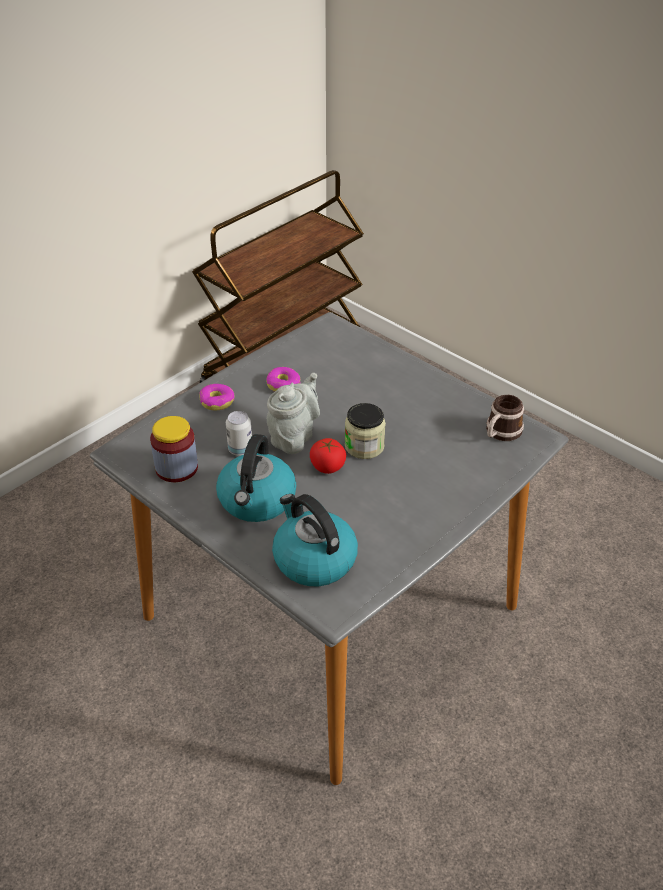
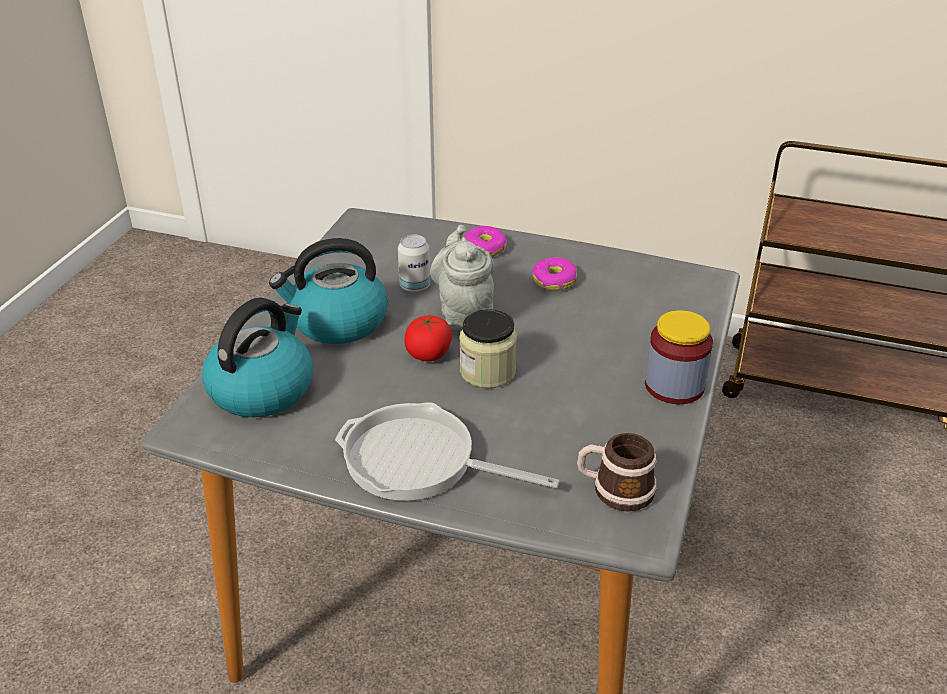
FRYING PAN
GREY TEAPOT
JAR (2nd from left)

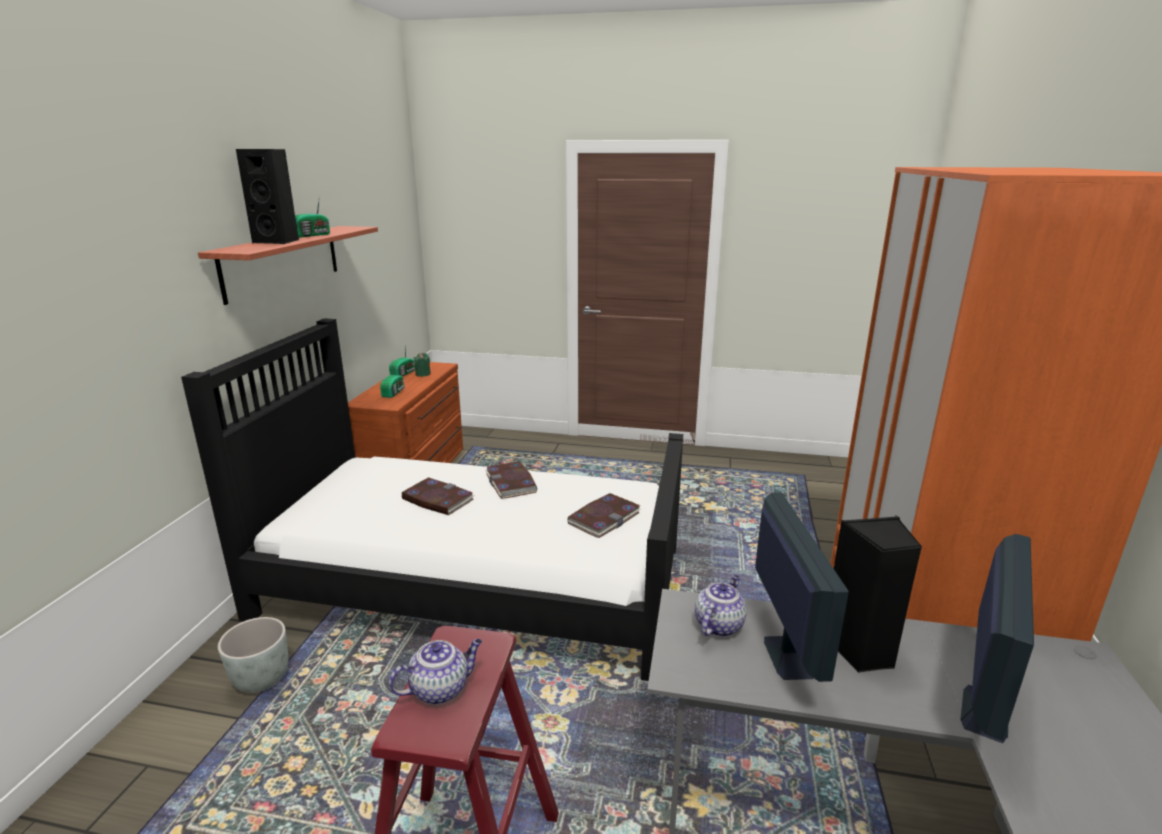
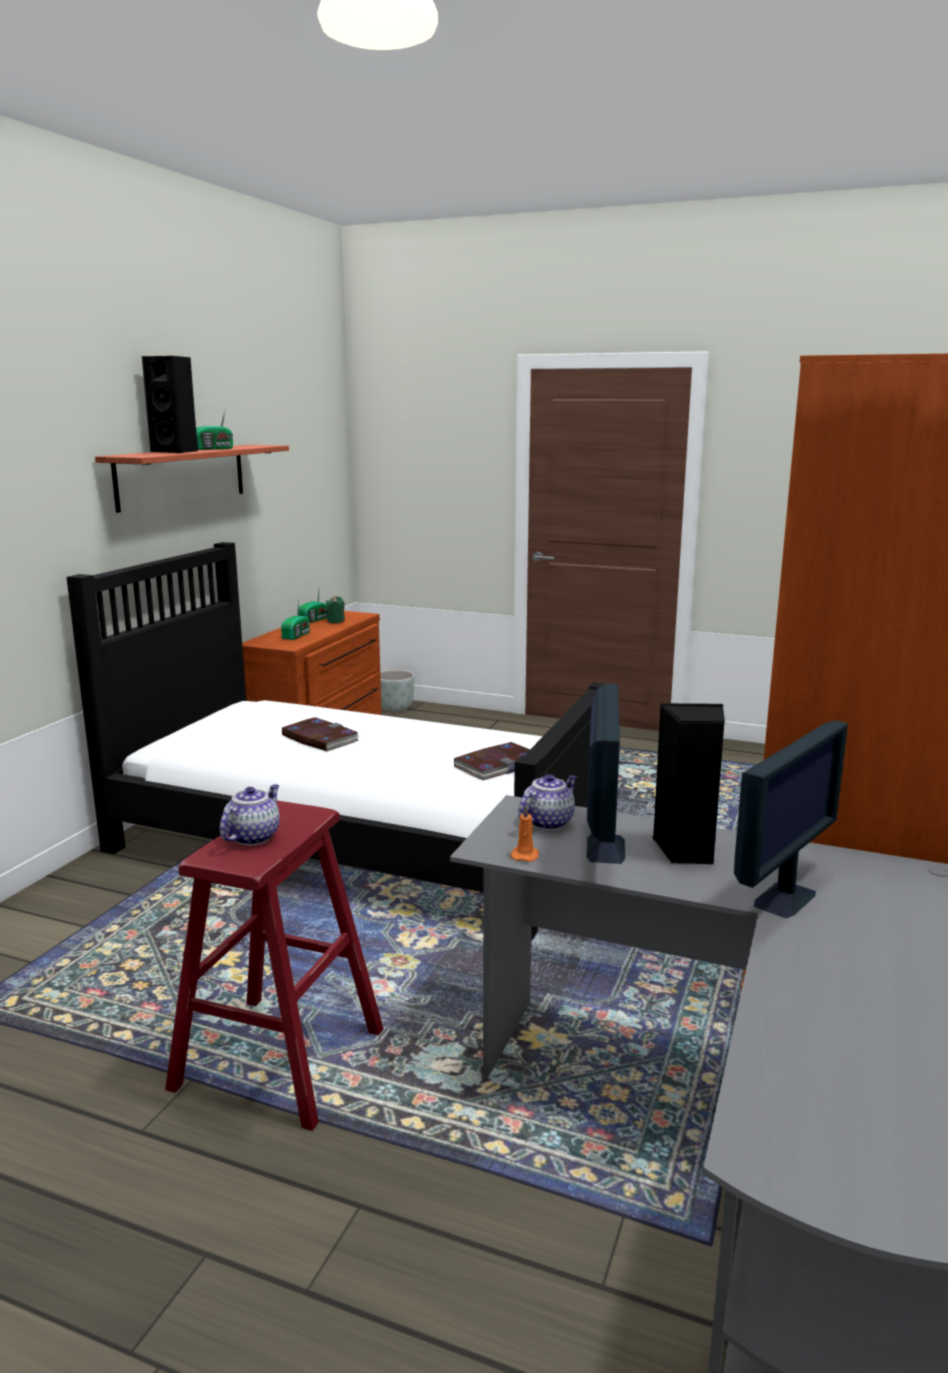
TEAPOT (1st from left)
GREY PLANTER
ORANGE CANDLE
BOOK (2nd from left in the first image)

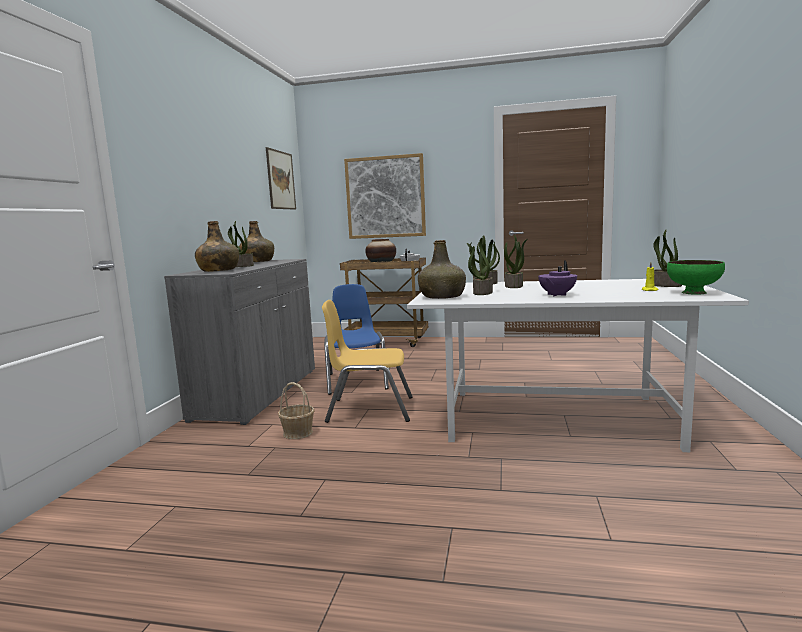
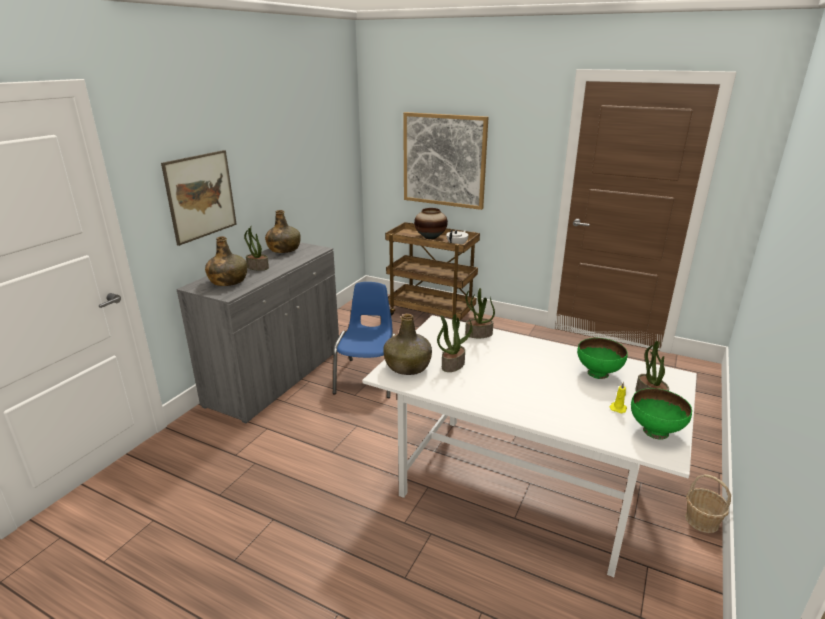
PICTURE (1st from left)
GREEN BOWL (1st from left)
BASKET
YELLOW CHAIR
POTTED PLANT (4th from left in the first image)
PURPLE TEAPOT

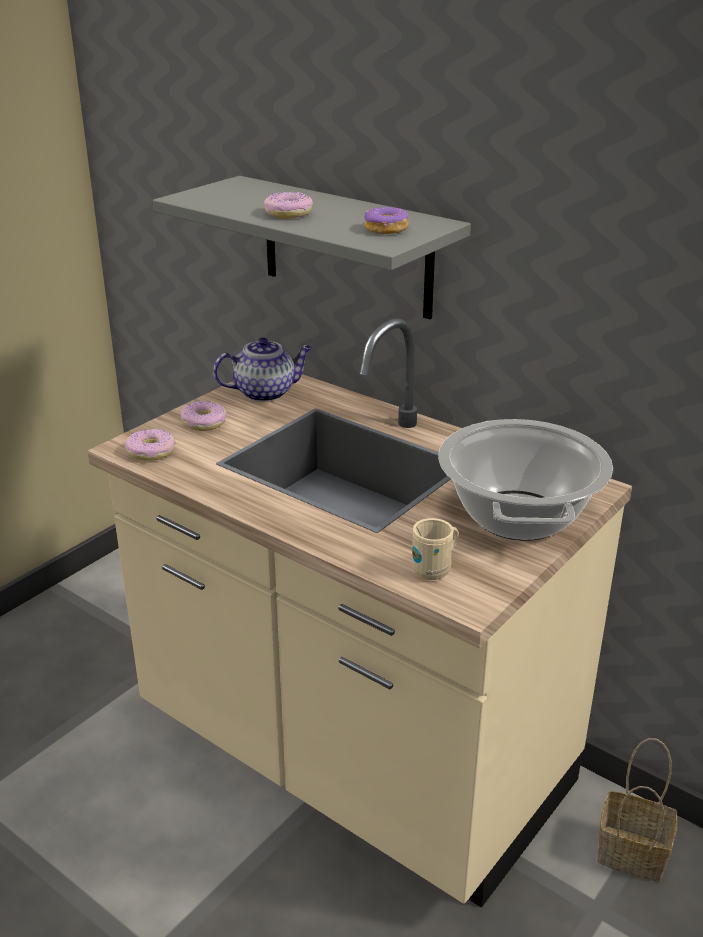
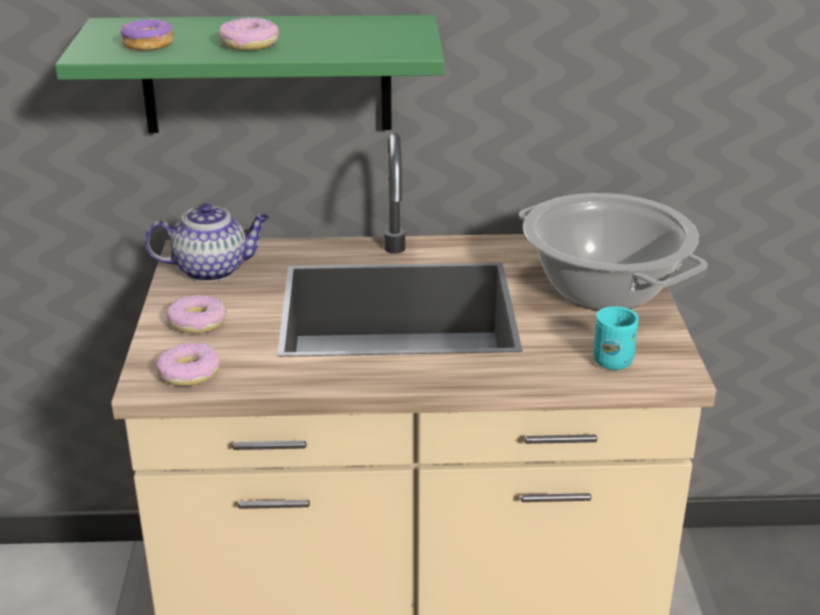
GREEN SHELF
DONUT (1st from left)
TEAPOT
TURQUOISE MUG
BASKET

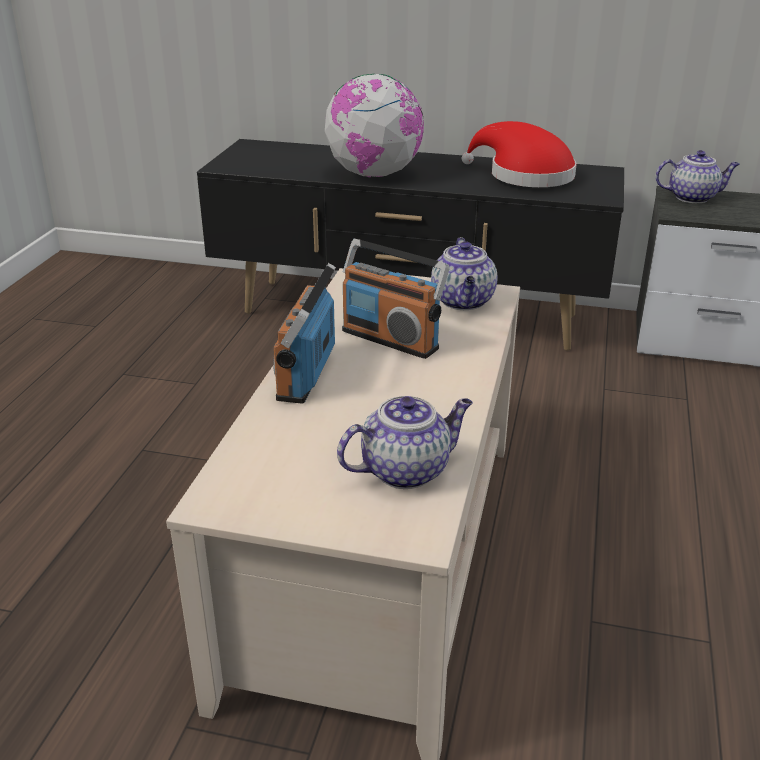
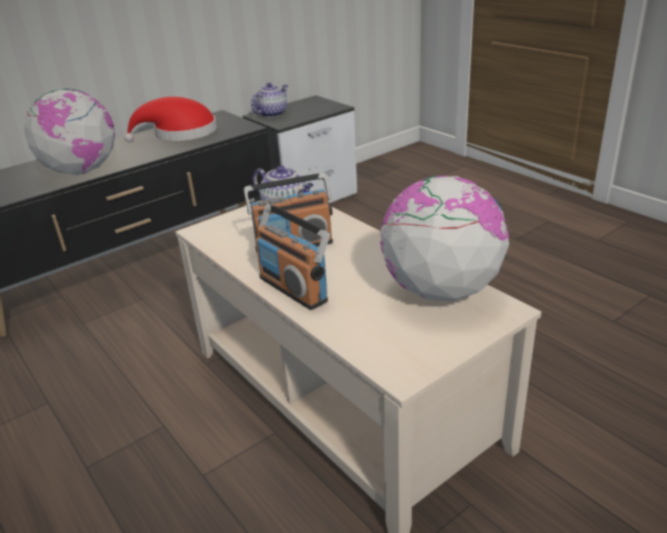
GLOBE (2nd from left)

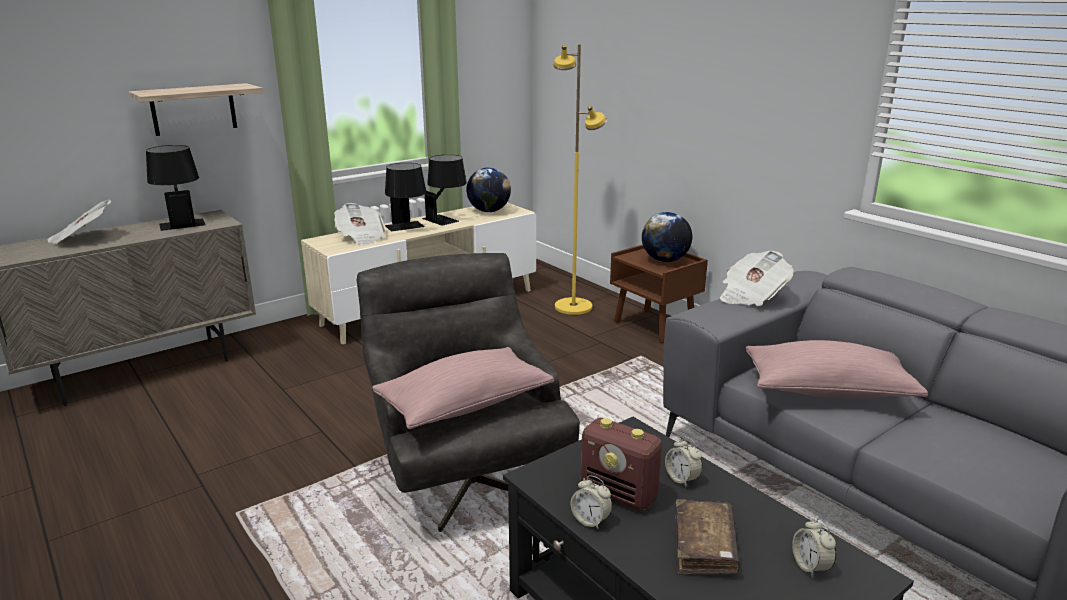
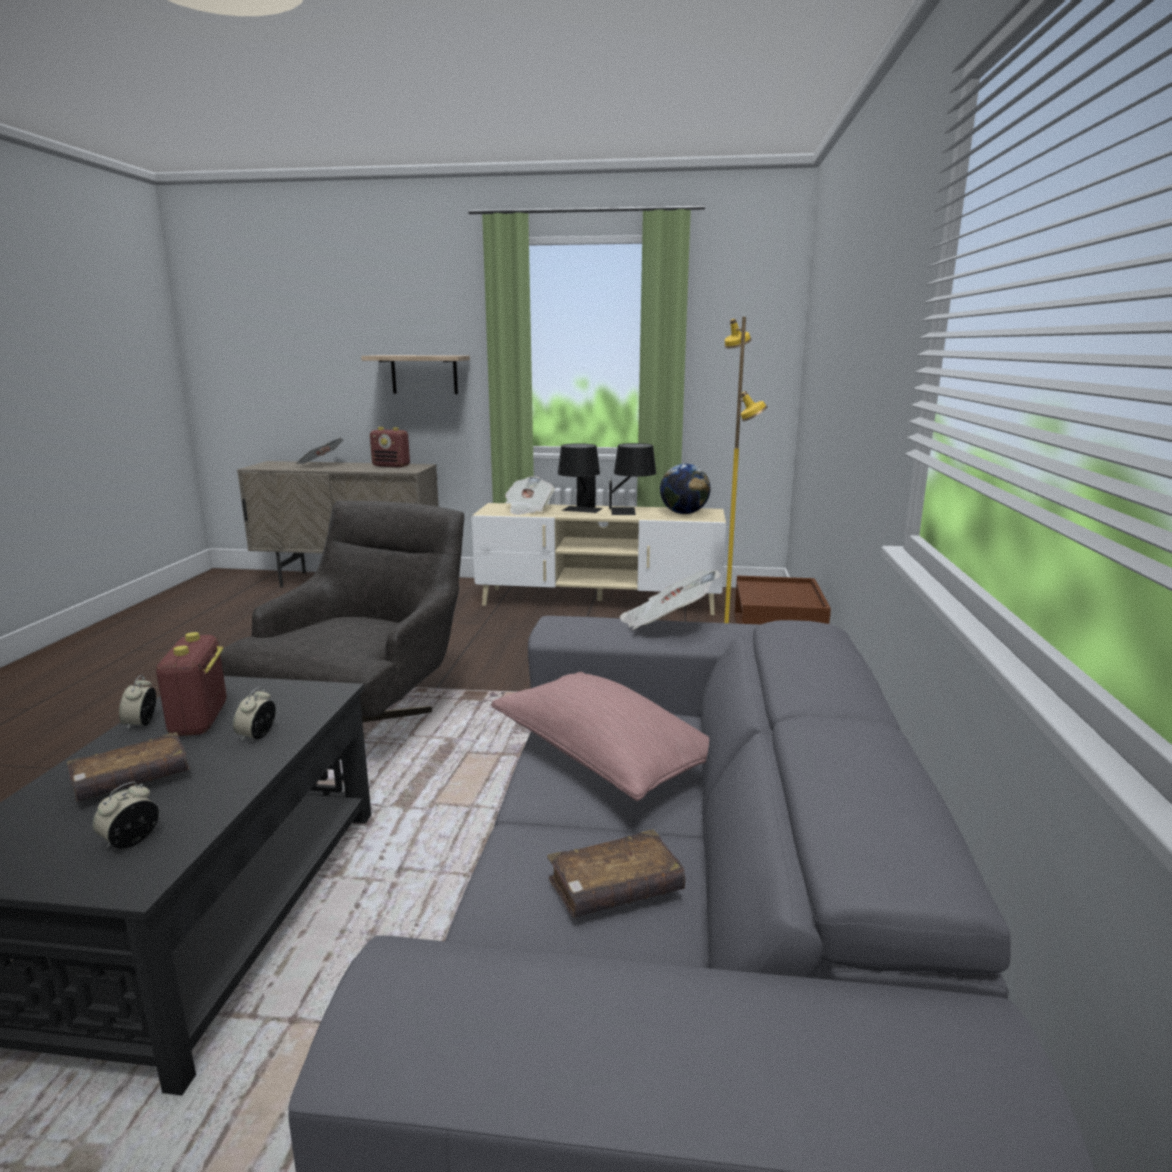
RADIO (2nd from left)
BROWN BOOK (2nd from left)
PINK PILLOW (1st from left in the first image)
GLOBE (2nd from left in the first image)

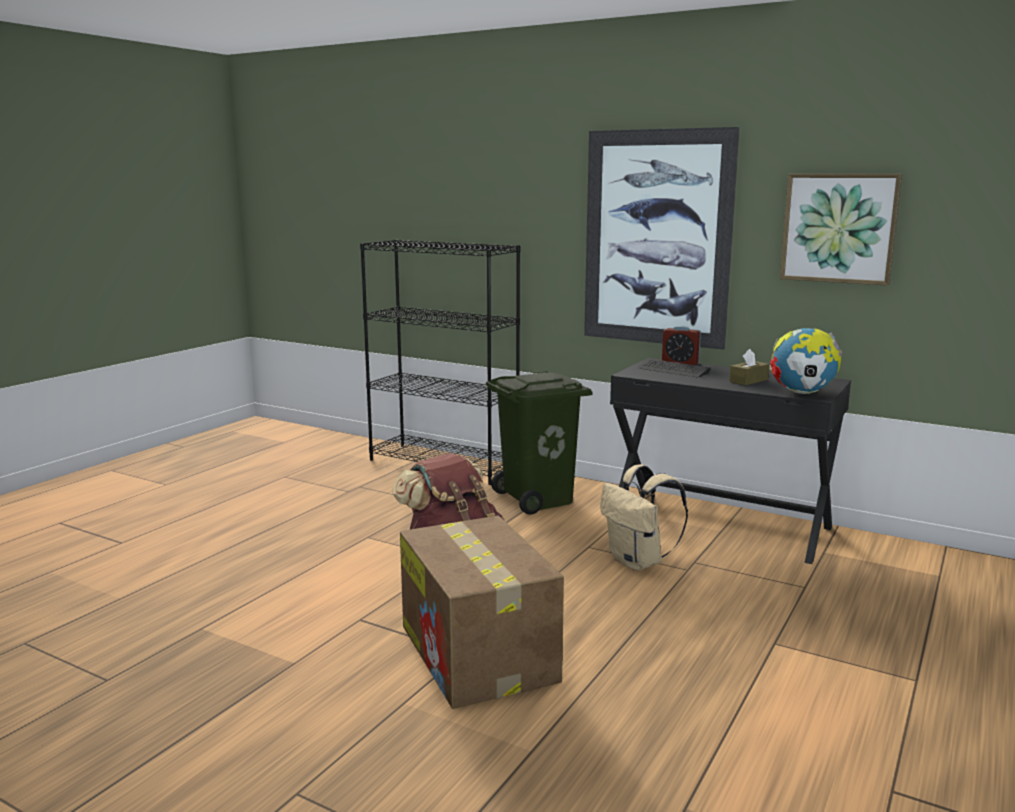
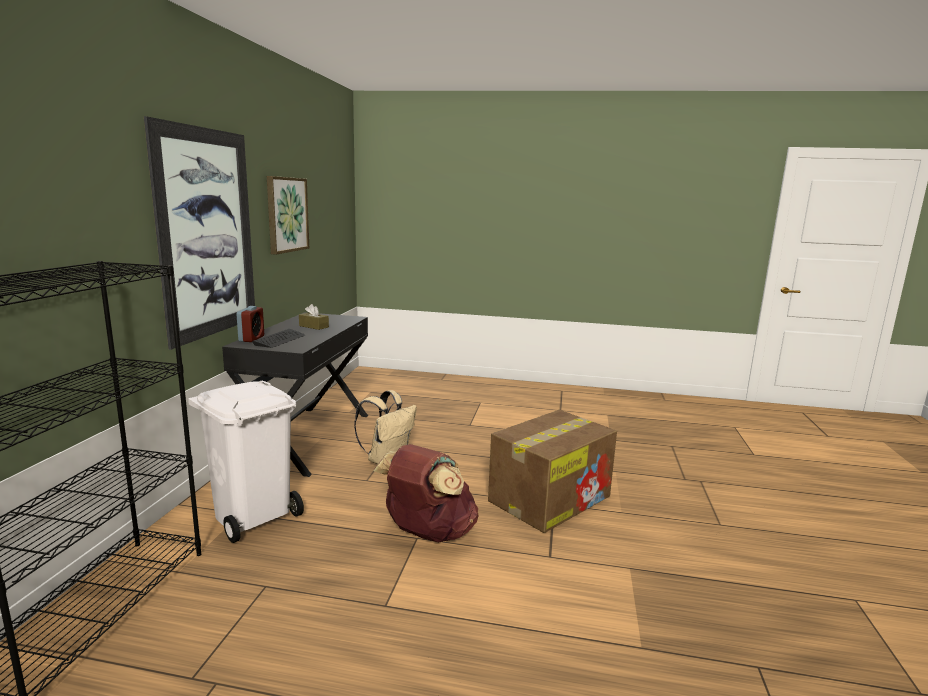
WHITE TRASH CAN
GLOBE

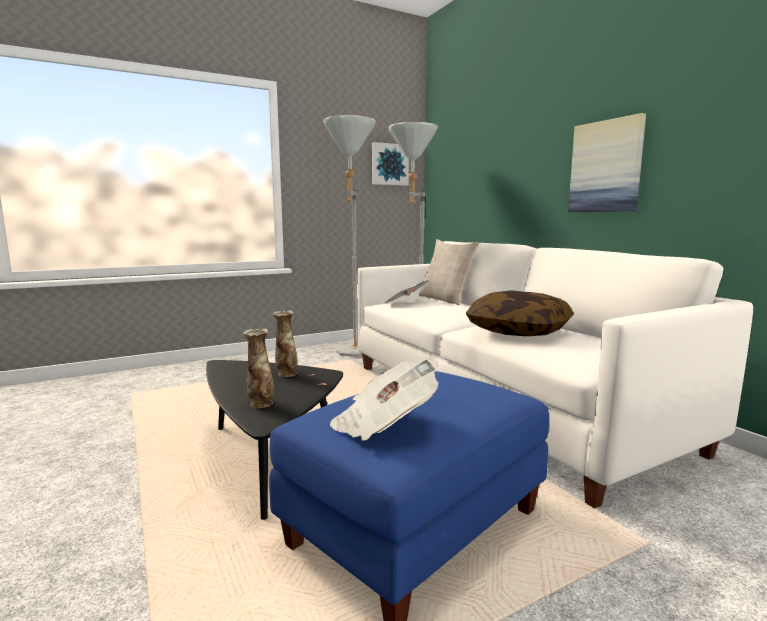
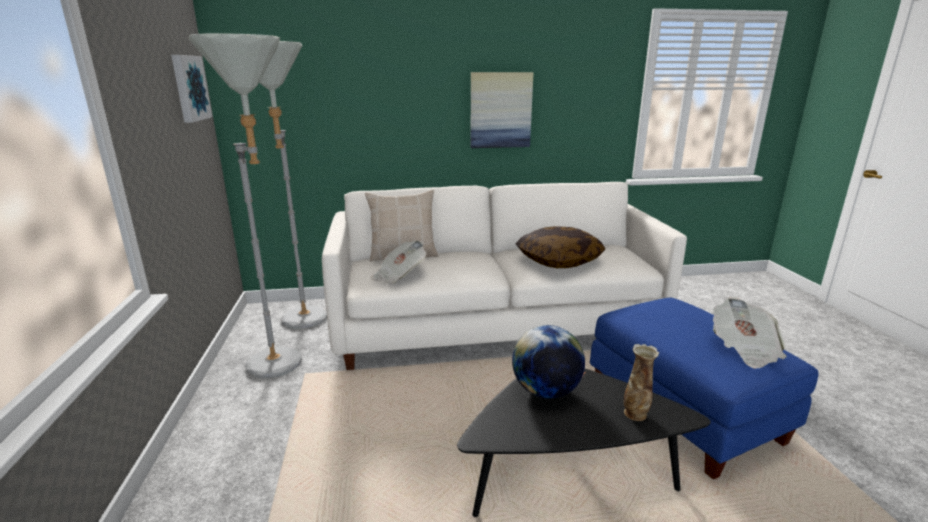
GLOBE

